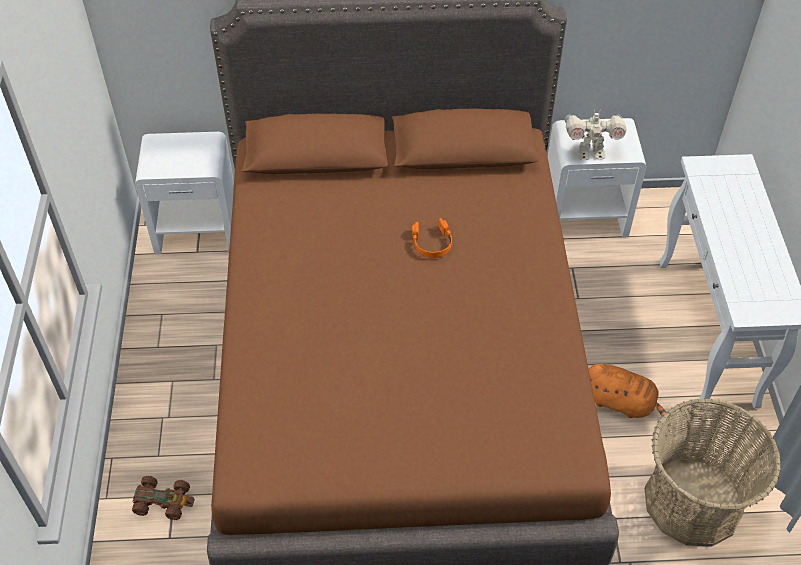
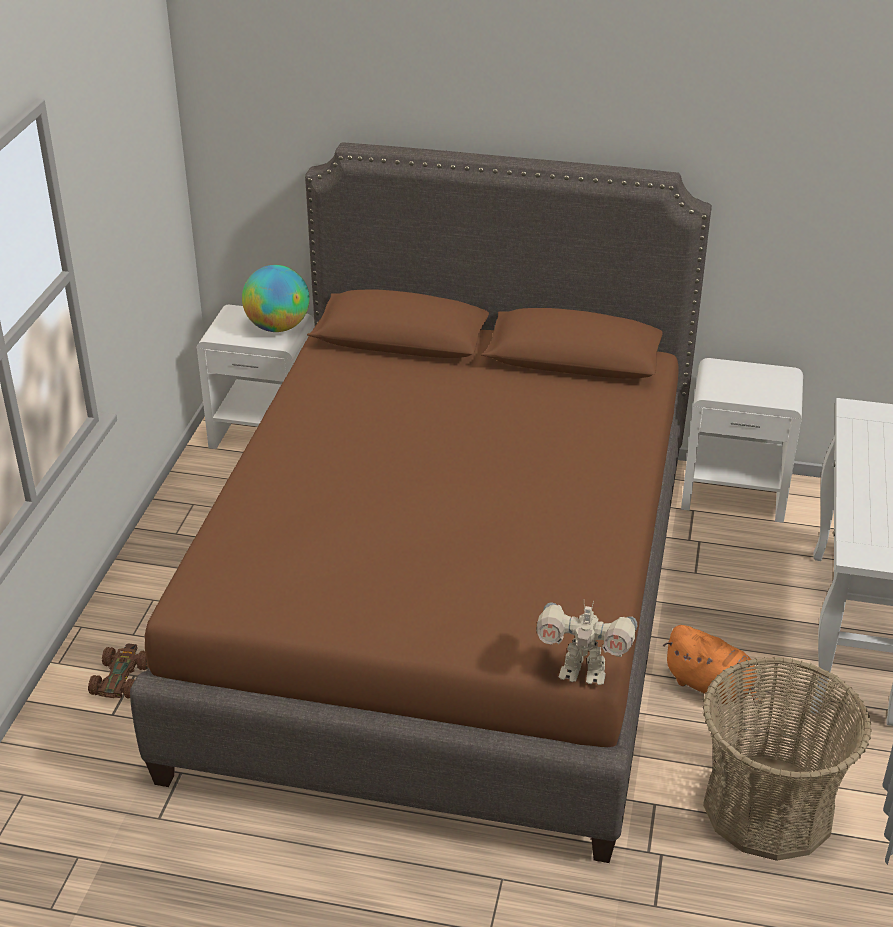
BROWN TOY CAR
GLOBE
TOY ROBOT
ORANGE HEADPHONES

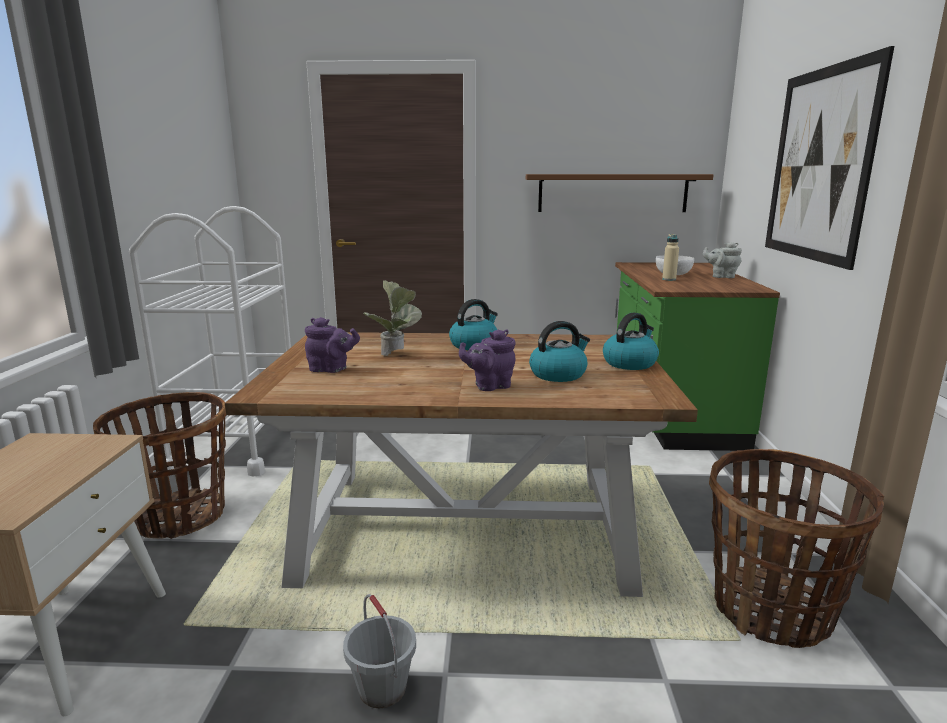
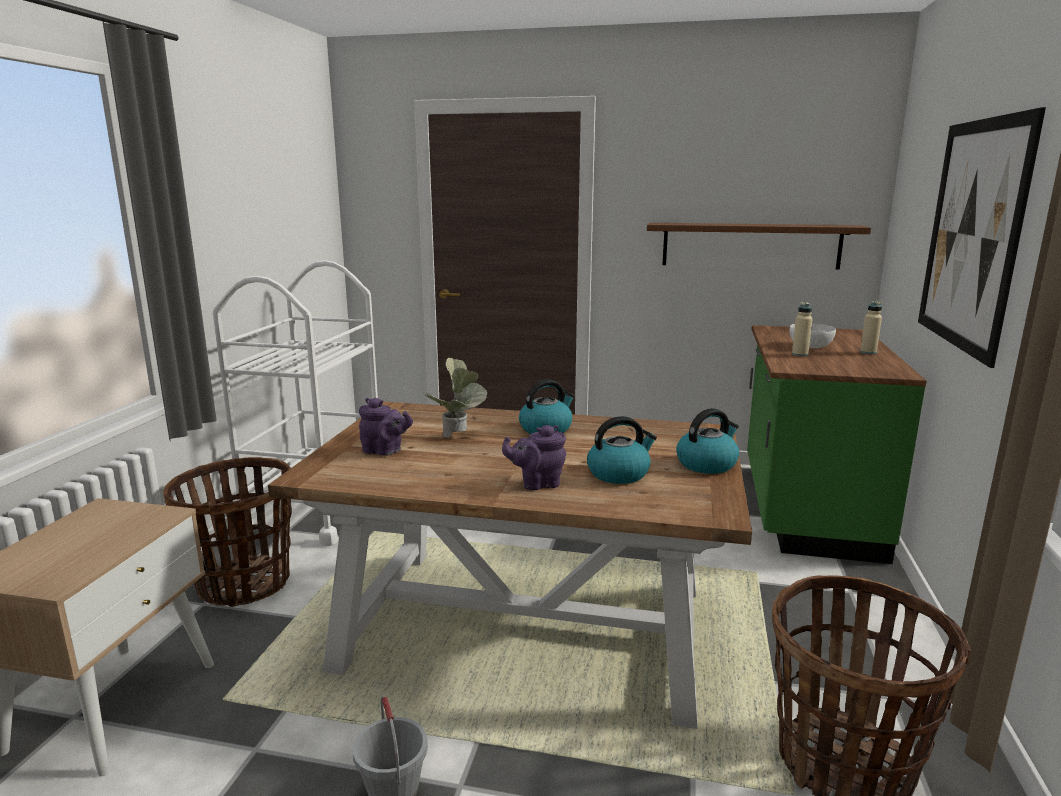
BEIGE BOTTLE (2nd from left)

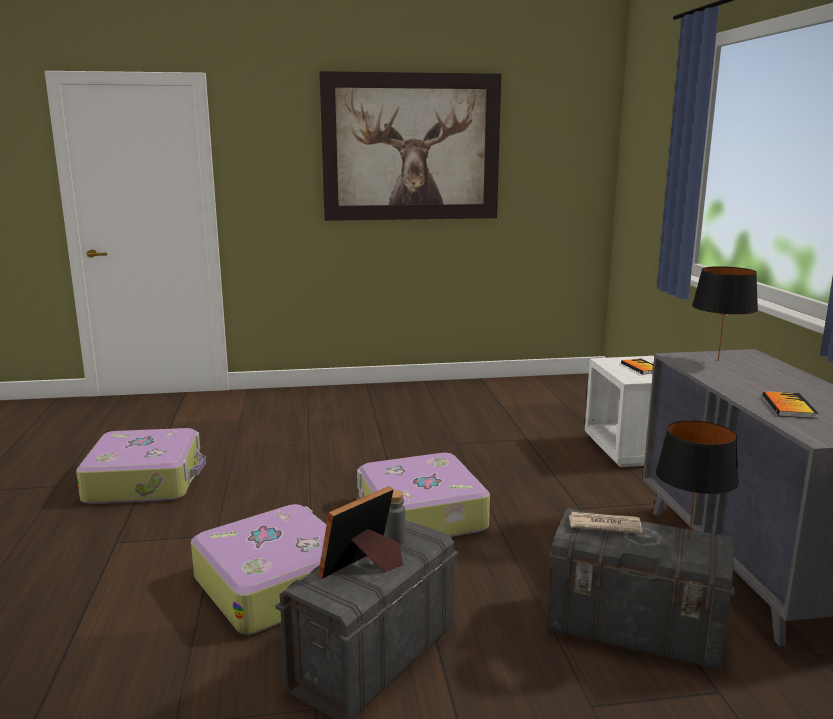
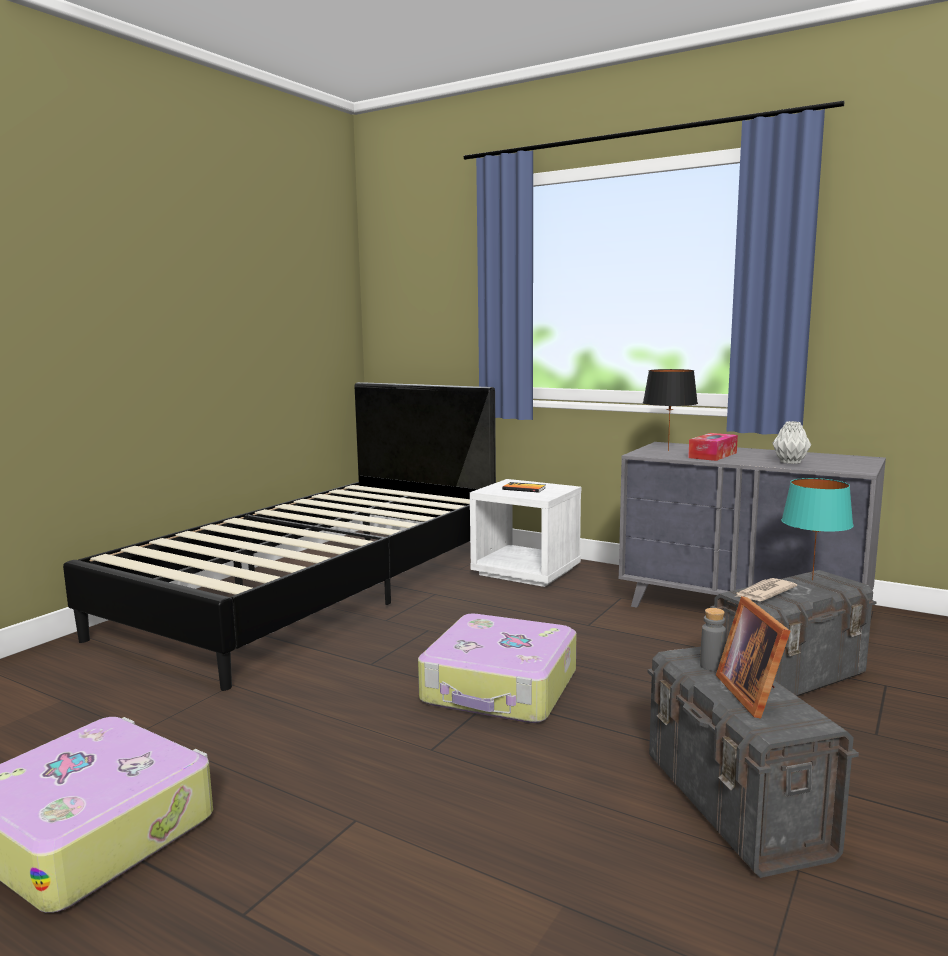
BLACK BED
TISSUE BOX
GREY VASE
TURQUOISE TABLE LAMP
SUITCASE (2nd from left in the first image)
PICTURE

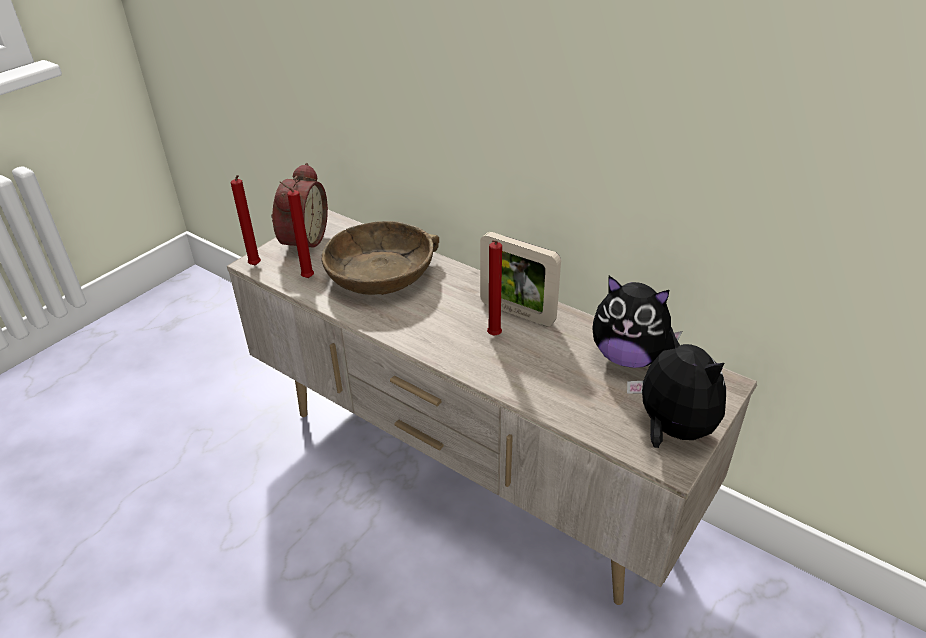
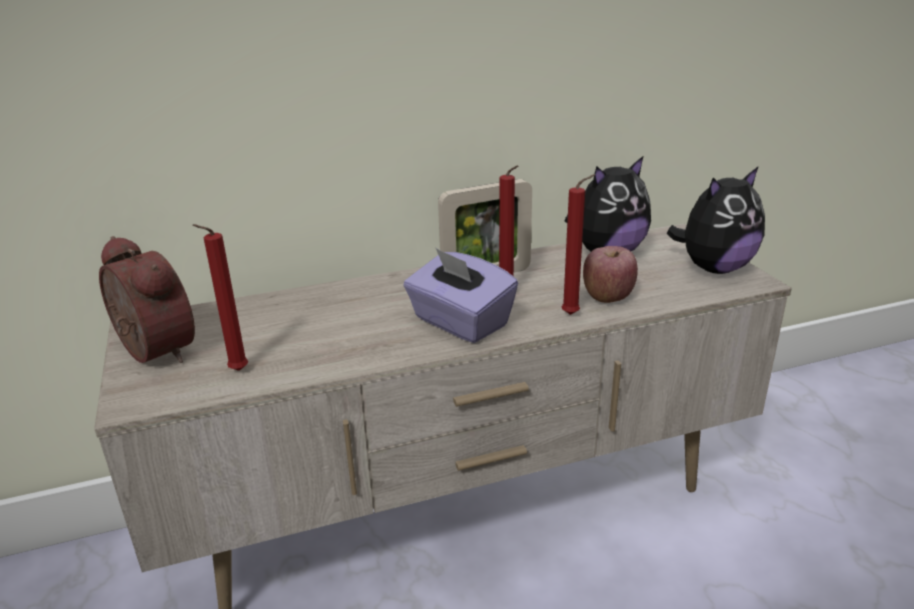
PURPLE TISSUE BOX
RED CANDLE (3rd from left)
APPLE
PLUSH TOY (2nd from left)
BROWN BOWL

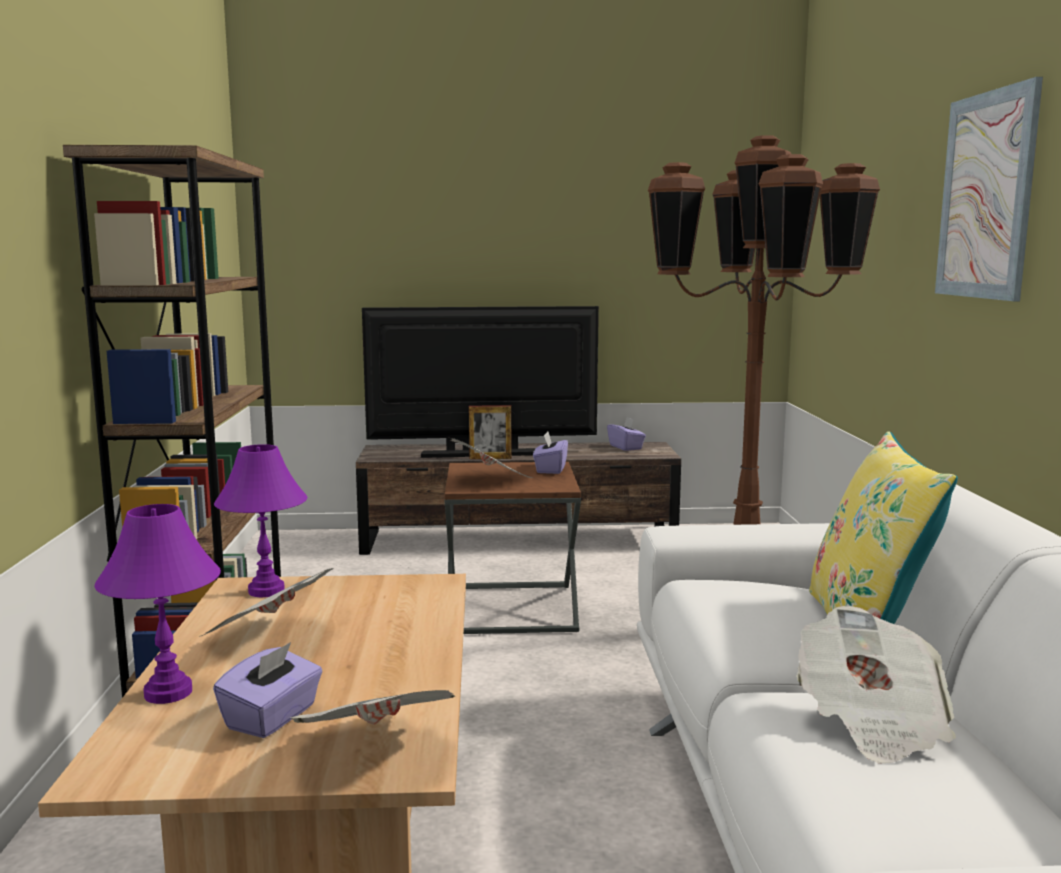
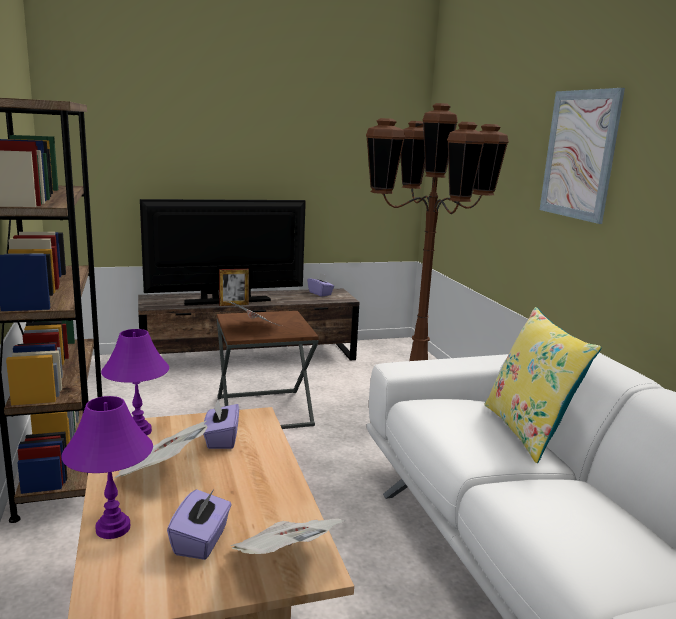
PURPLE TISSUE BOX (2nd from left)
NEWSPAPER (4th from left in the first image)

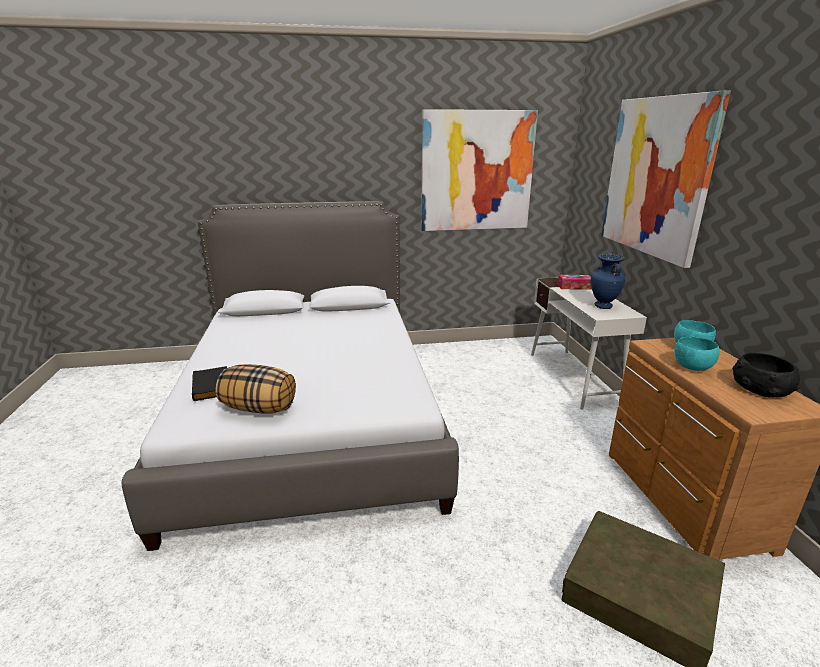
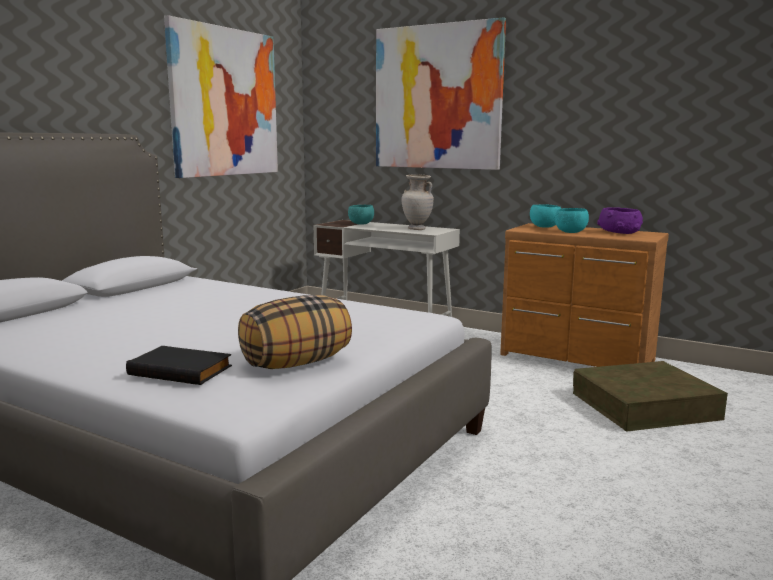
TURQUOISE BOWL (1st from left)
BEIGE VASE
PURPLE BOWL

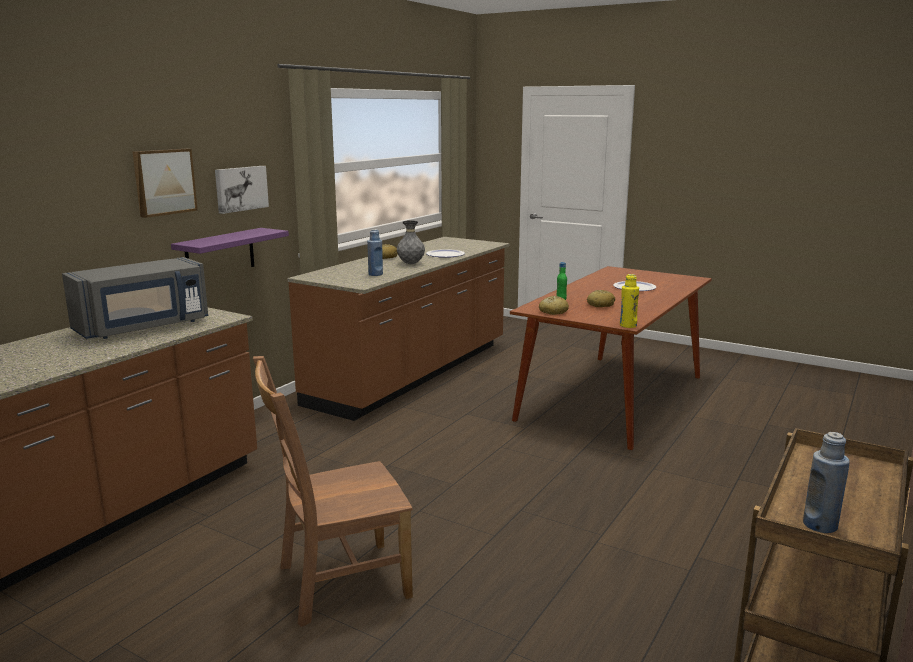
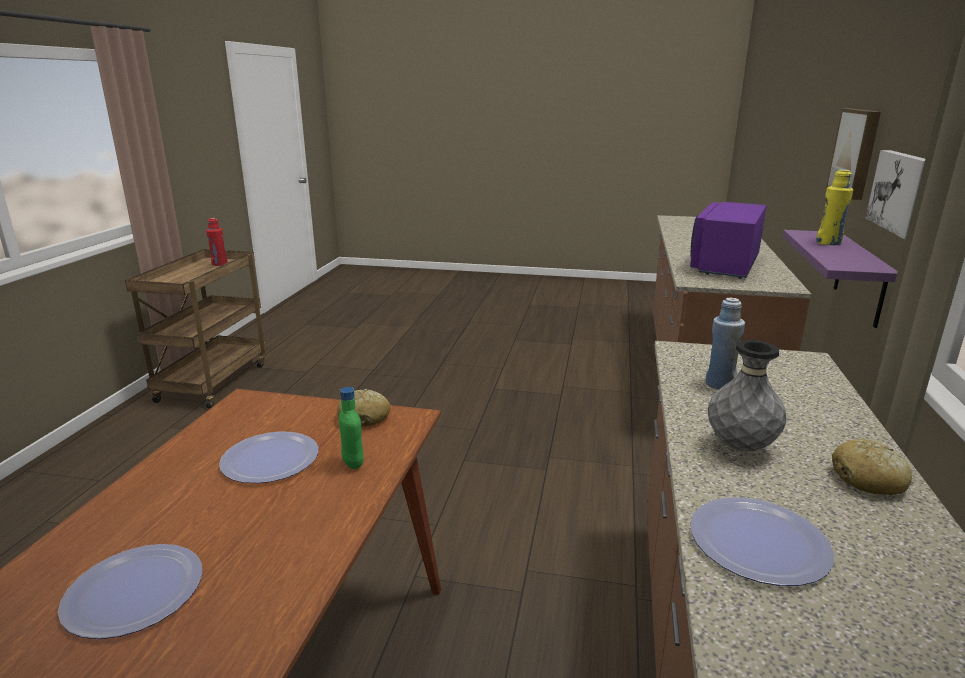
RED BOTTLE
PLATE (2nd from left)
PURPLE MICROWAVE
YELLOW BOTTLE
BROWN CHAIR

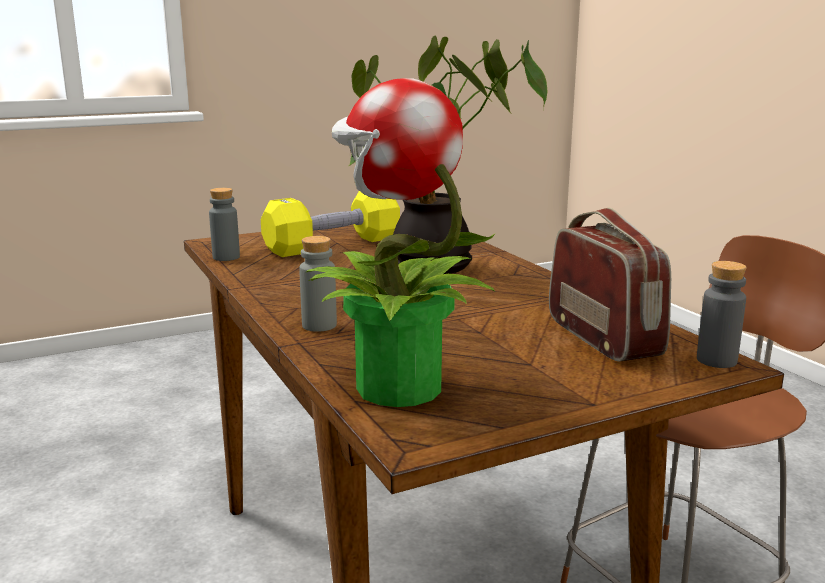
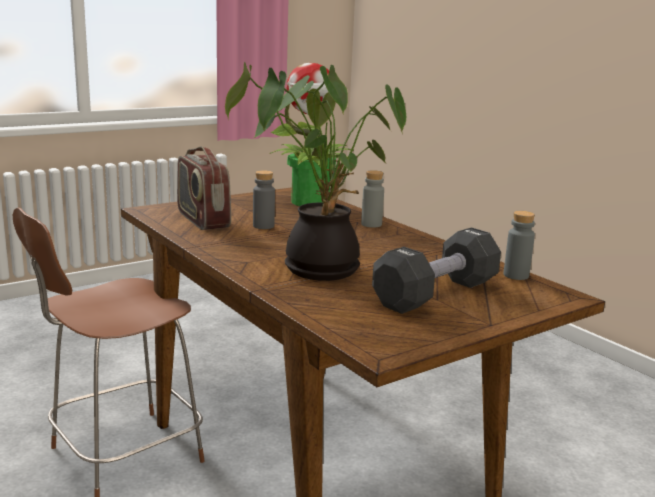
GREY BOTTLE (1st from left)
BLACK DUMBBELL

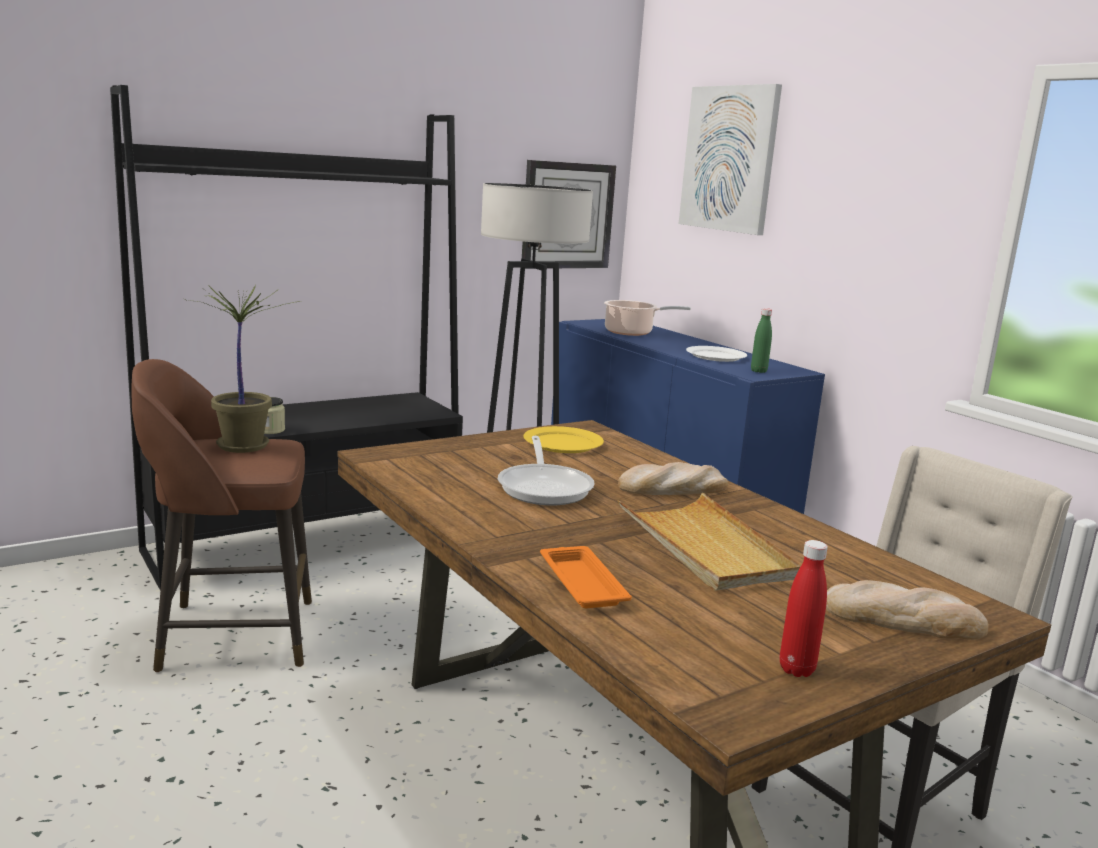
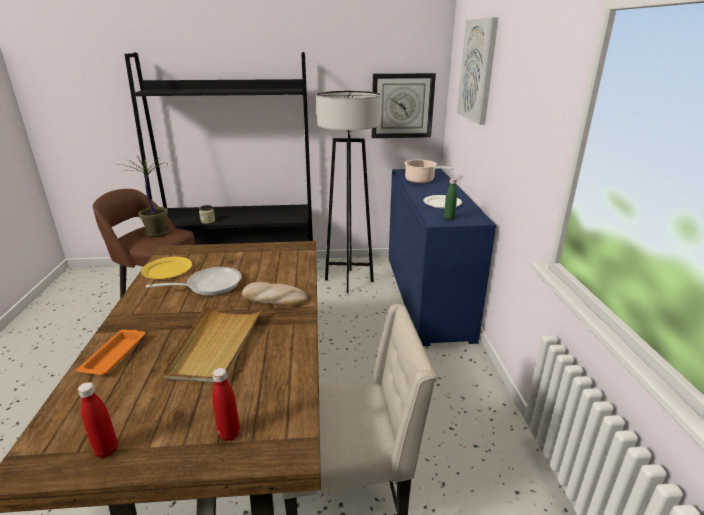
YELLOW PLATE
FRYING PAN
RED BOTTLE (2nd from left)

